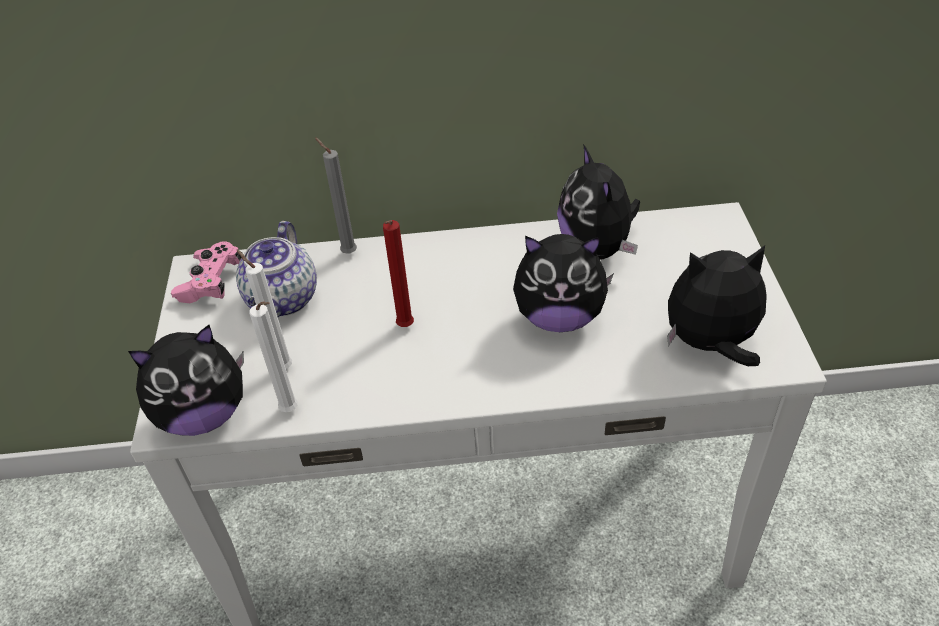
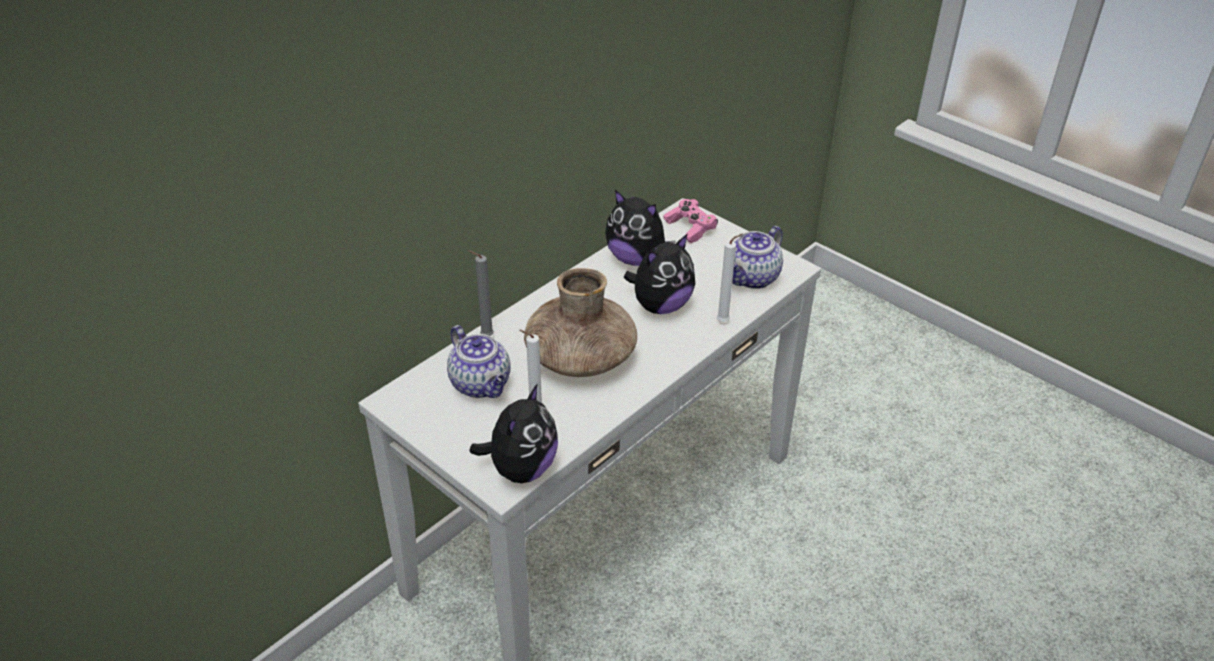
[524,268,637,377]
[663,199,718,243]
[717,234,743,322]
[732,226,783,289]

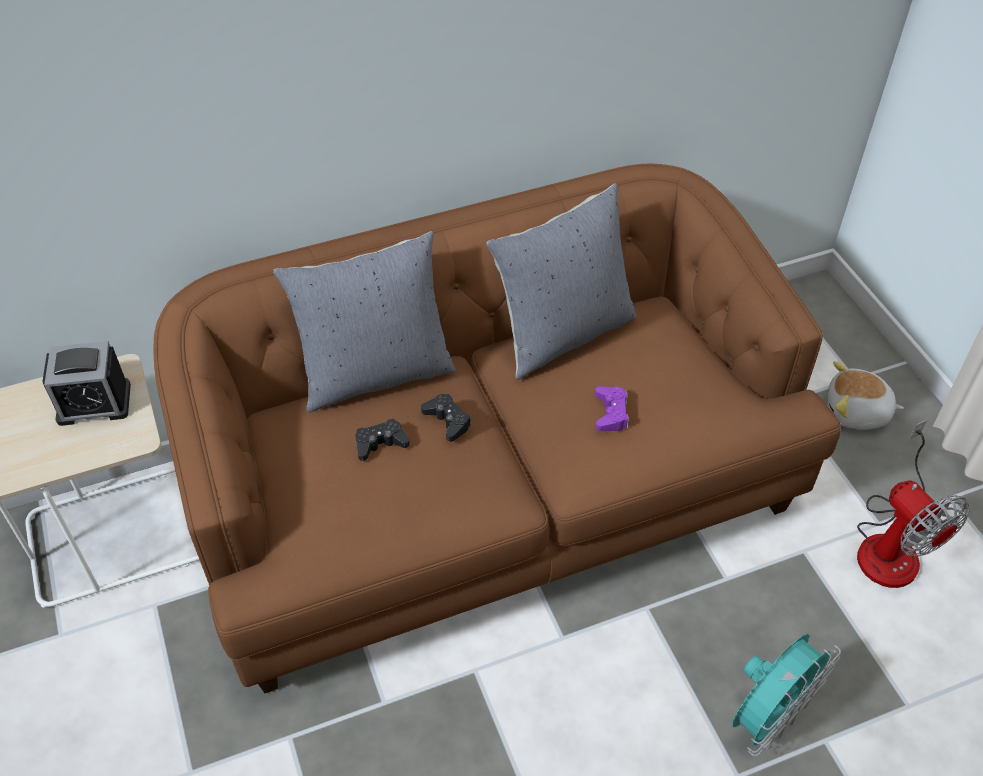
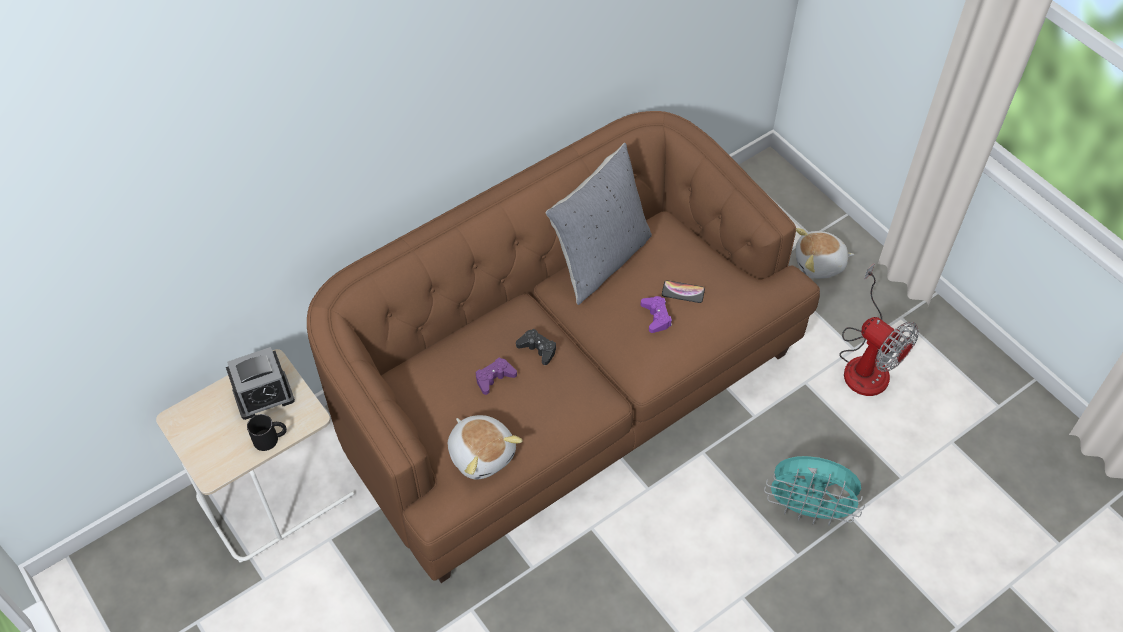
[247,414,287,451]
[448,415,523,480]
[476,357,517,395]
[662,280,705,303]
[764,456,865,526]
[273,231,456,412] (first image)

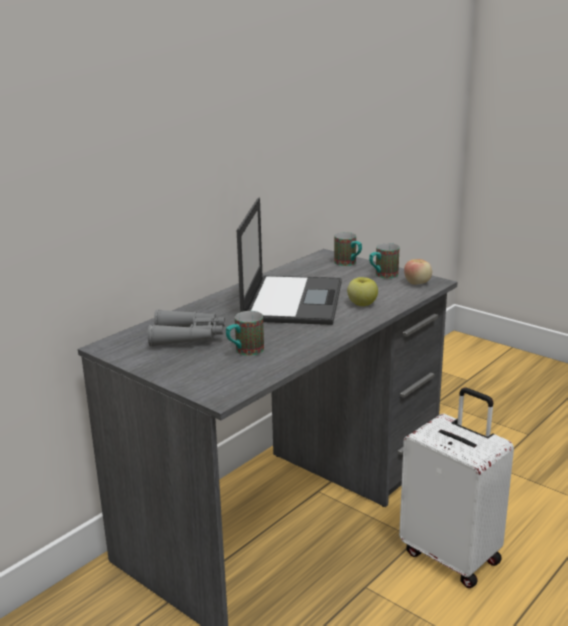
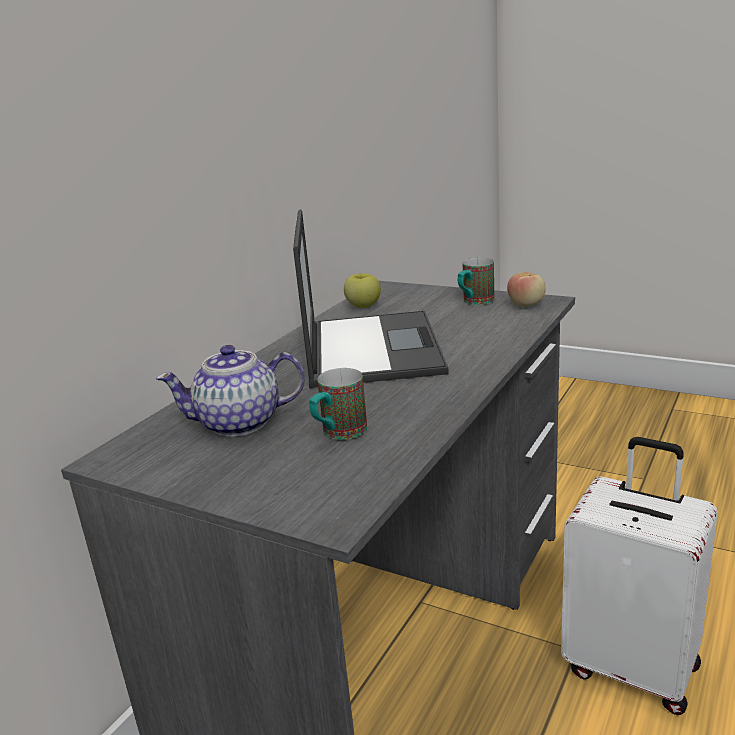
[156,345,305,437]
[344,273,381,308]
[334,232,362,266] (first image)

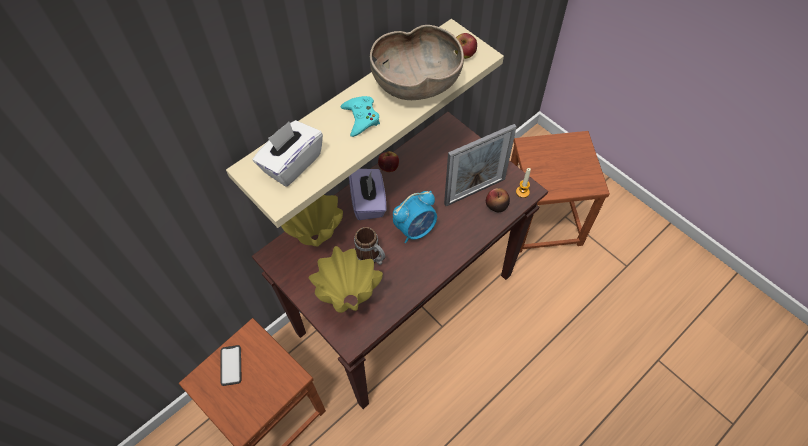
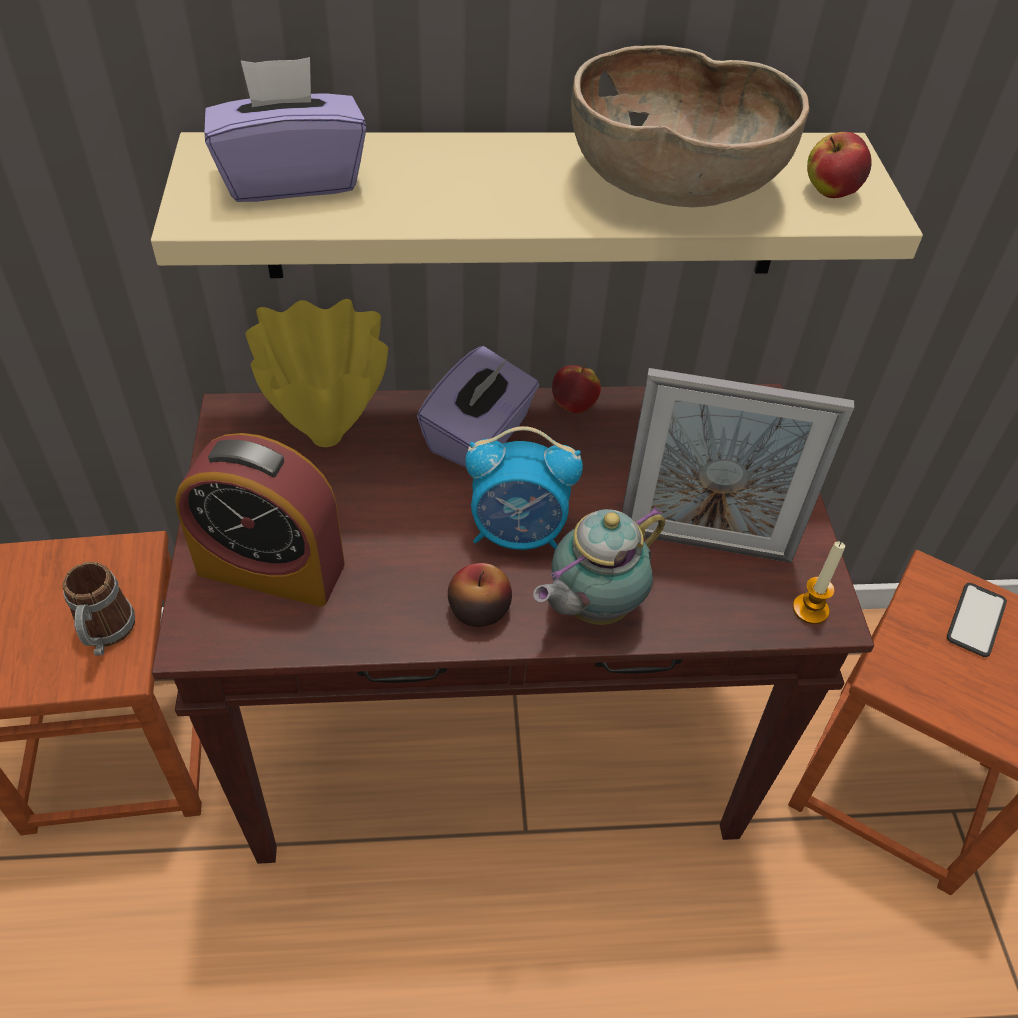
[63,562,135,656]
[175,433,345,607]
[204,57,366,202]
[448,563,512,627]
[533,506,665,625]
[947,583,1007,657]
[341,96,380,137] (first image)

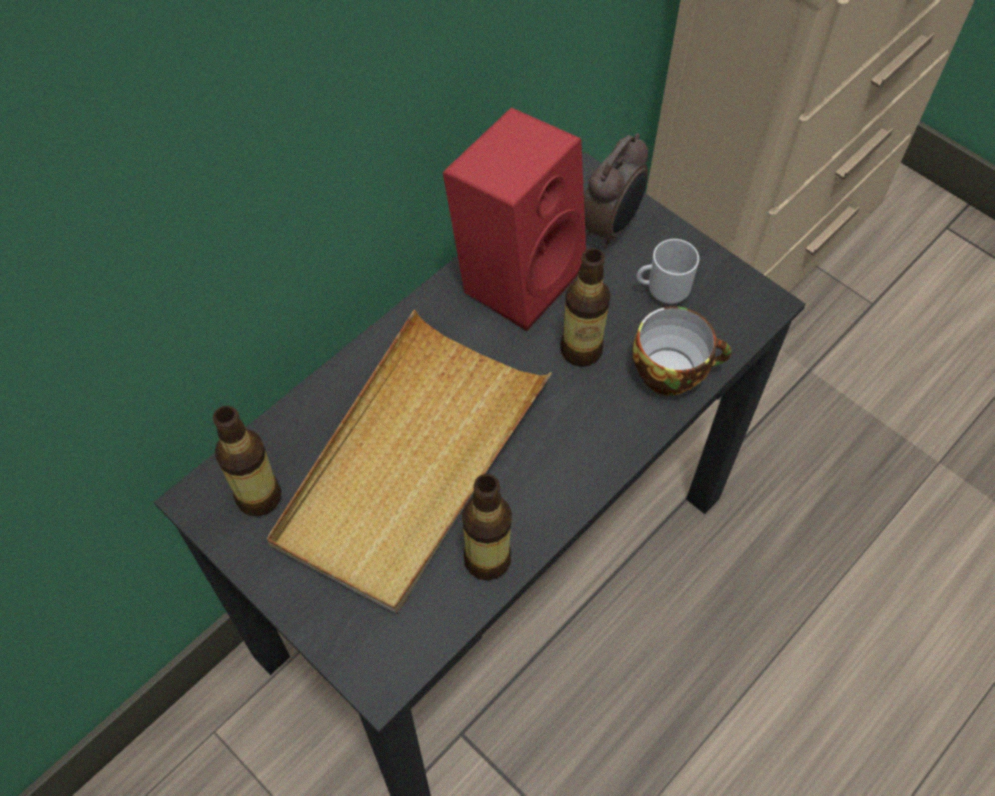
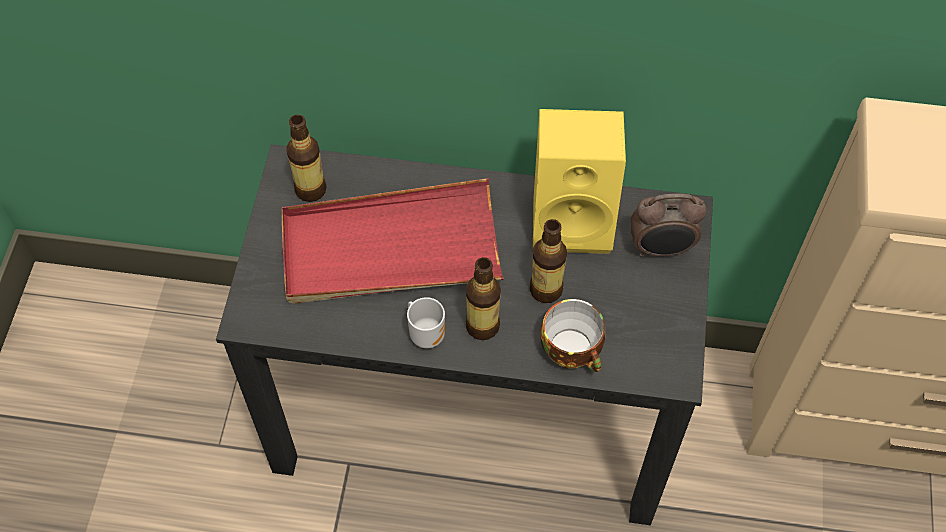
[282,178,504,303]
[407,297,445,348]
[466,257,501,340]
[533,109,626,254]

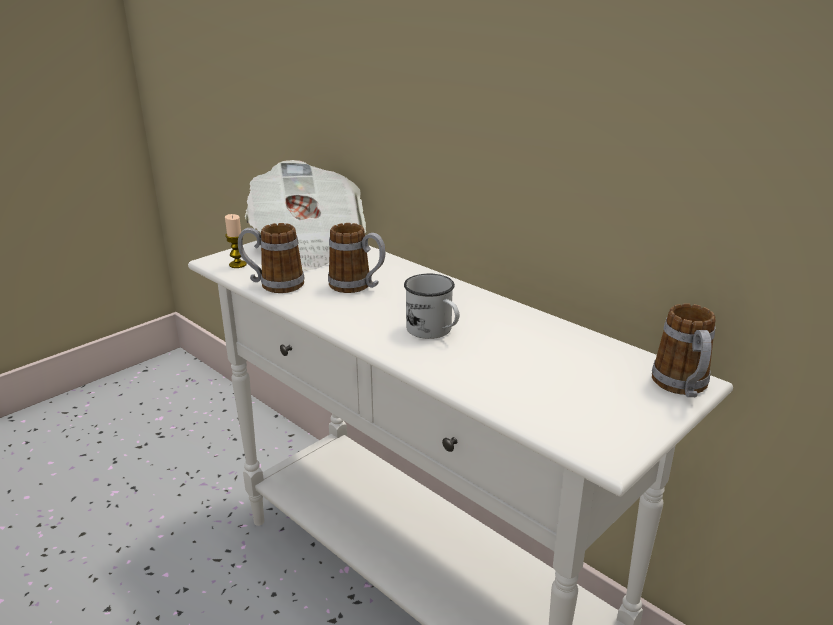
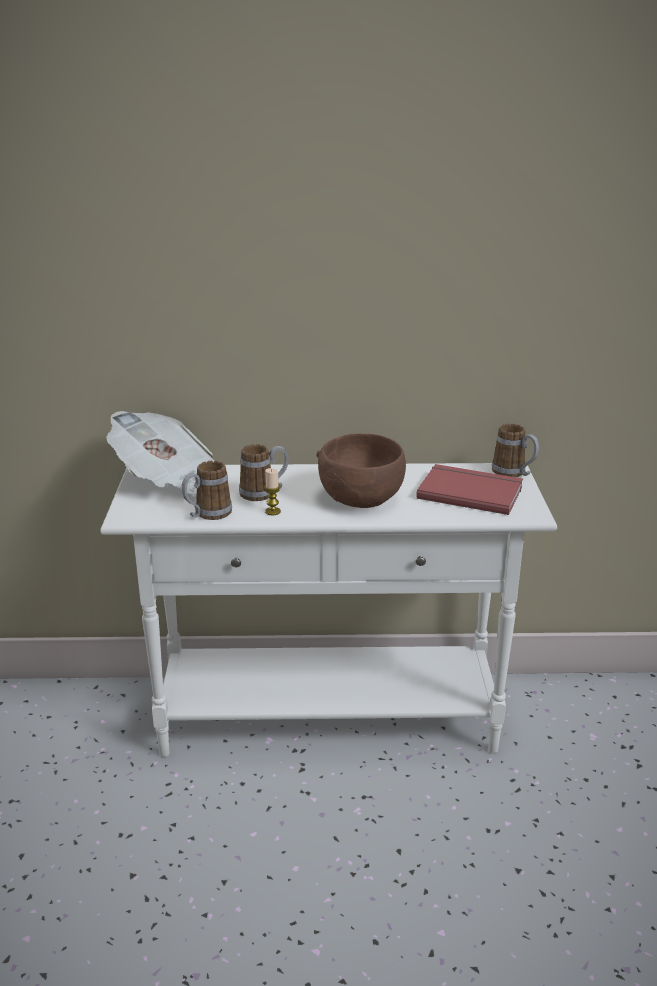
[264,468,281,515]
[316,434,406,508]
[416,464,523,515]

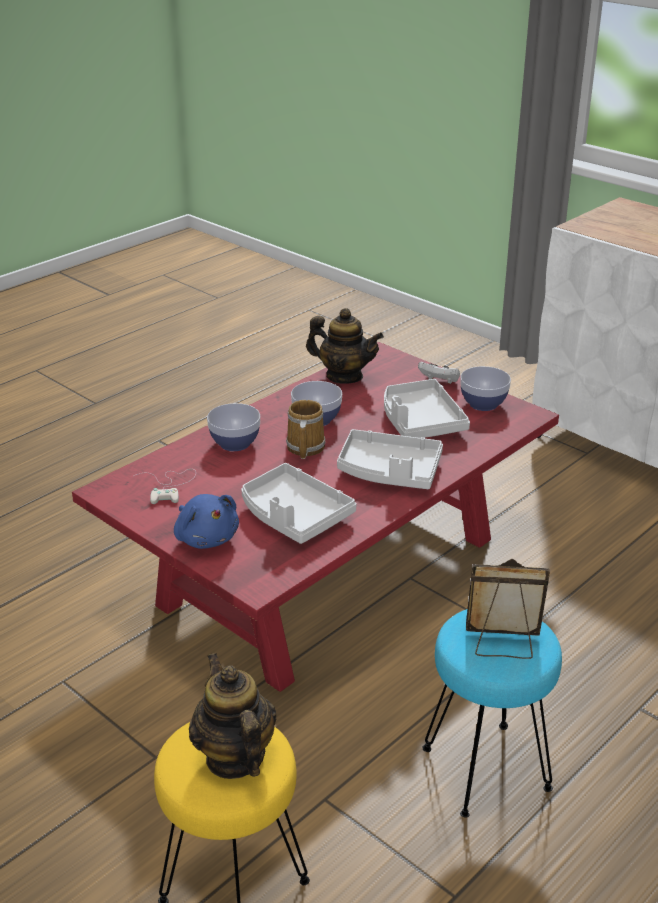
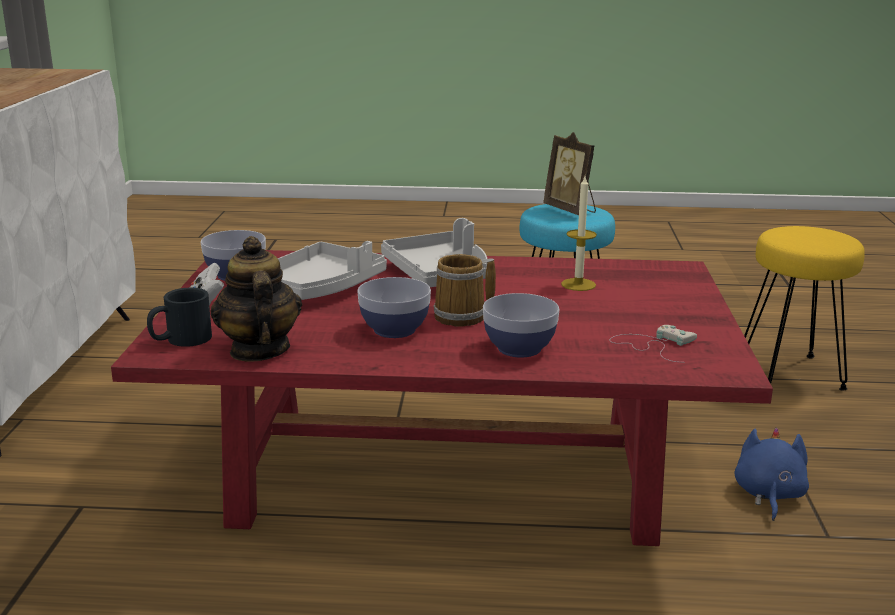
[147,288,212,347]
[561,176,597,291]
[735,428,809,521]
[189,653,277,779] (first image)

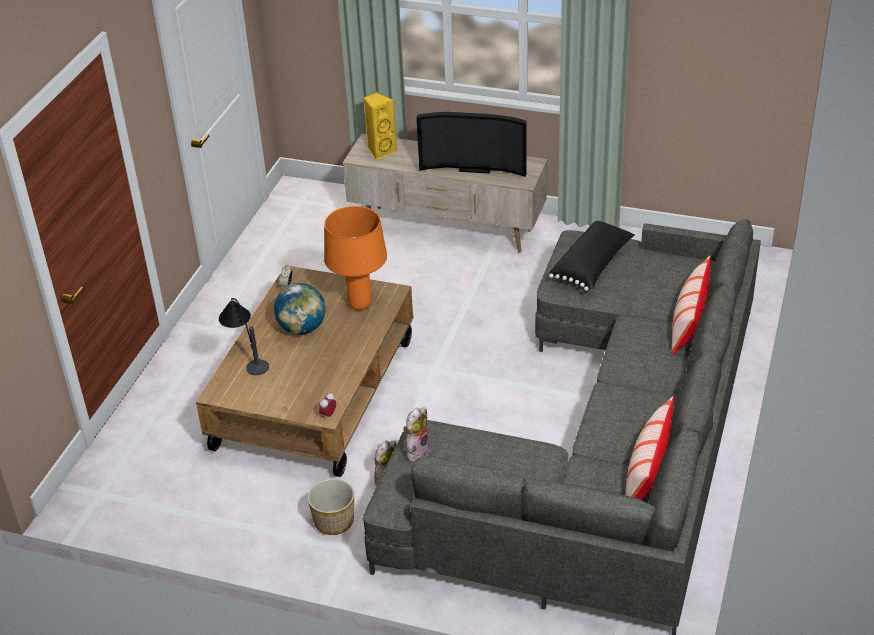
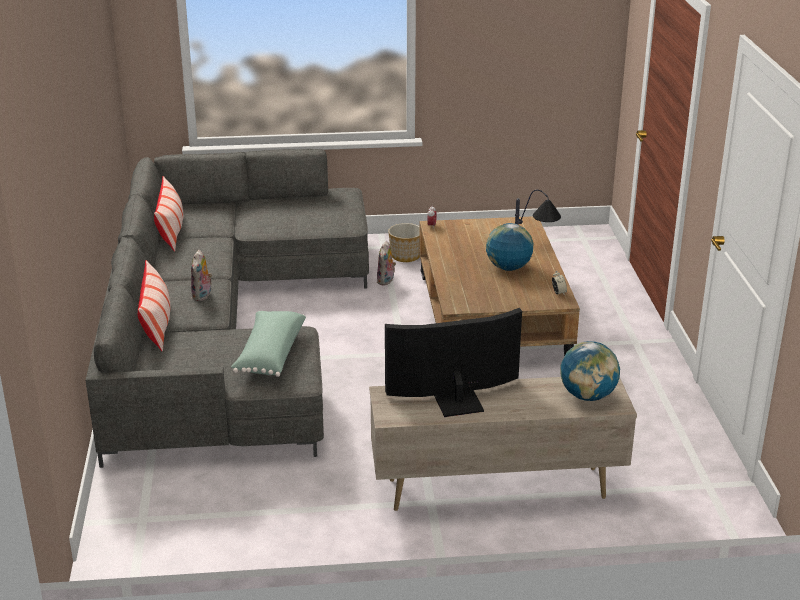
[191,250,212,301]
[231,311,306,377]
[560,341,620,401]
[324,206,387,310] (first image)

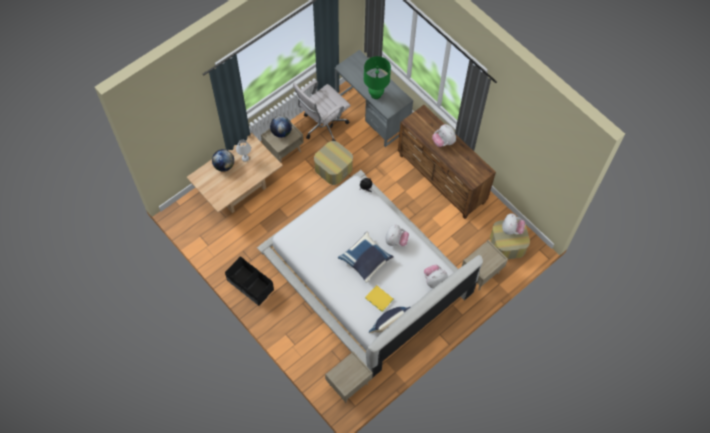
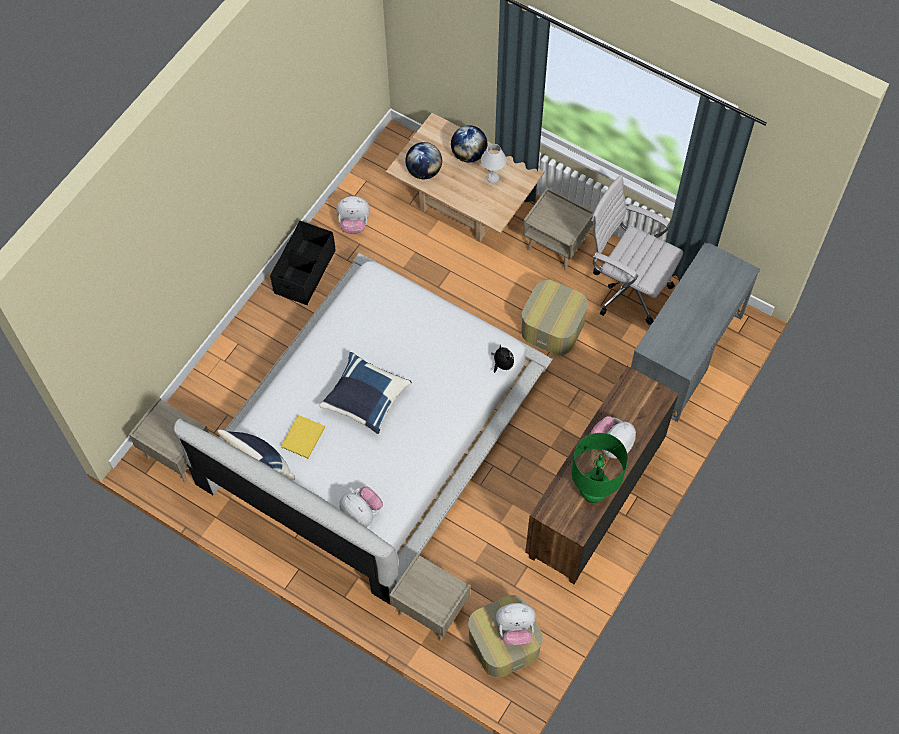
[336,196,370,234]
[405,142,442,179]
[571,433,628,503]

